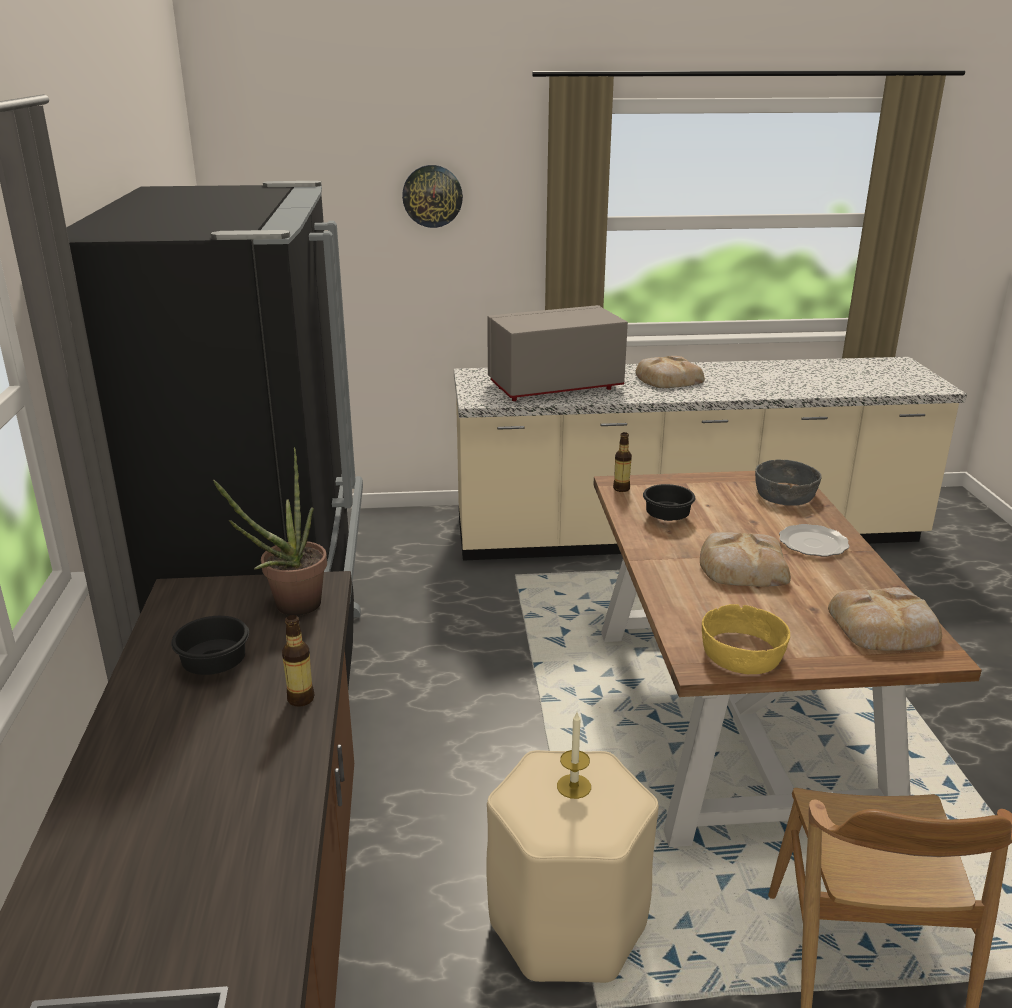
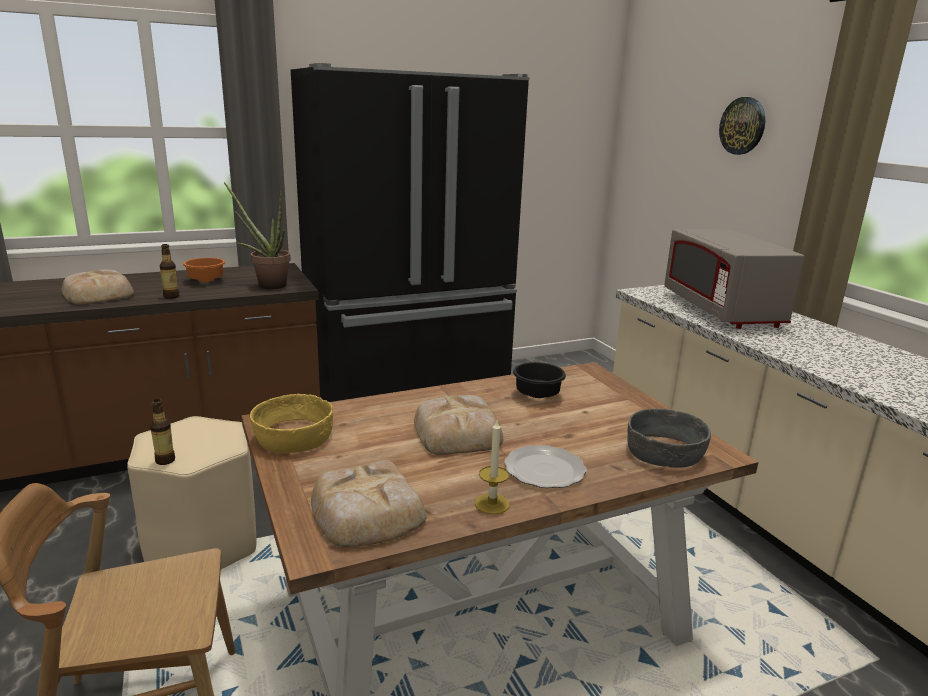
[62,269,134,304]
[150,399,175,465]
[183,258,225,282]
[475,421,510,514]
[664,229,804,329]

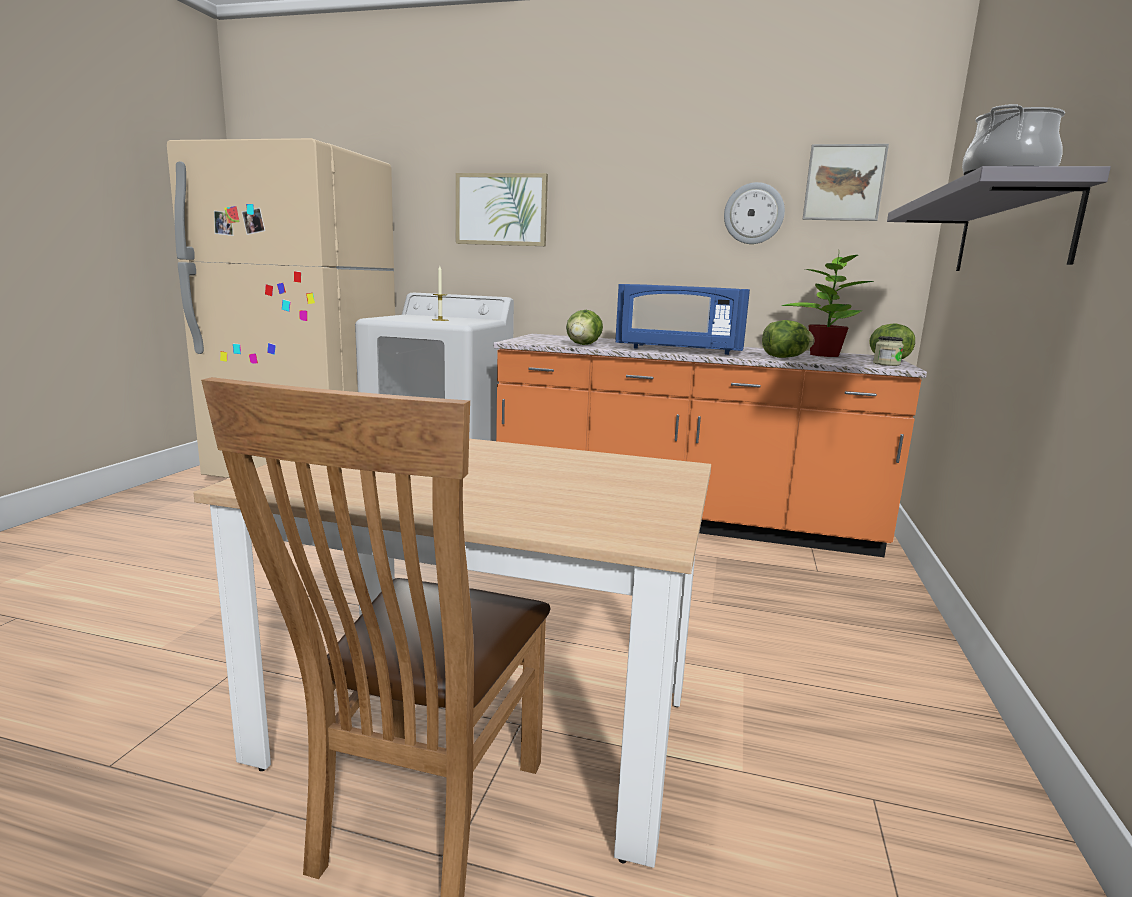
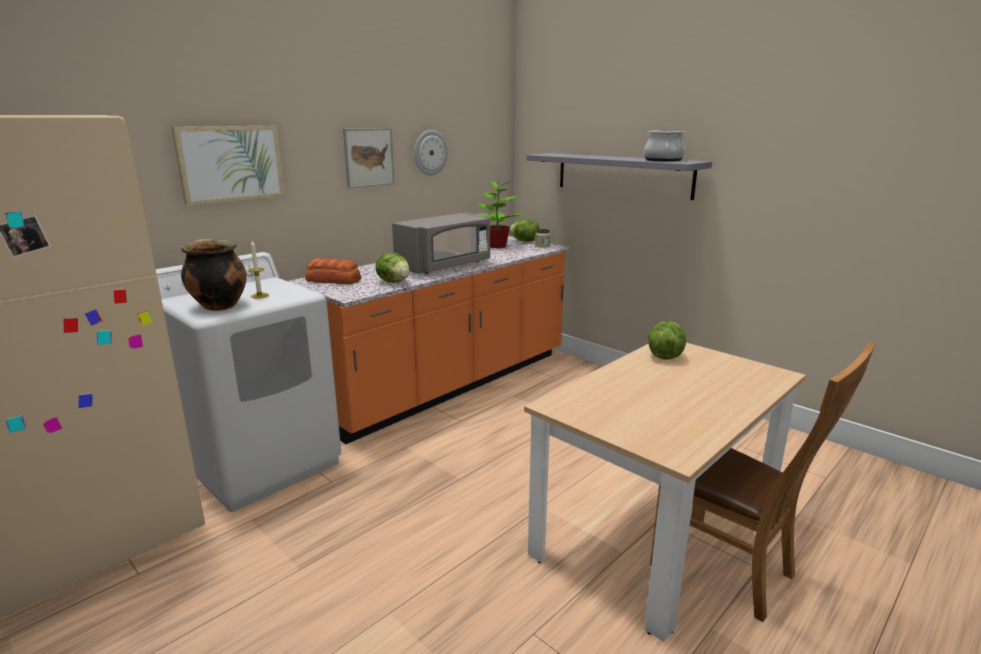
[181,239,247,311]
[305,258,361,284]
[343,128,395,188]
[392,212,490,274]
[648,321,686,360]

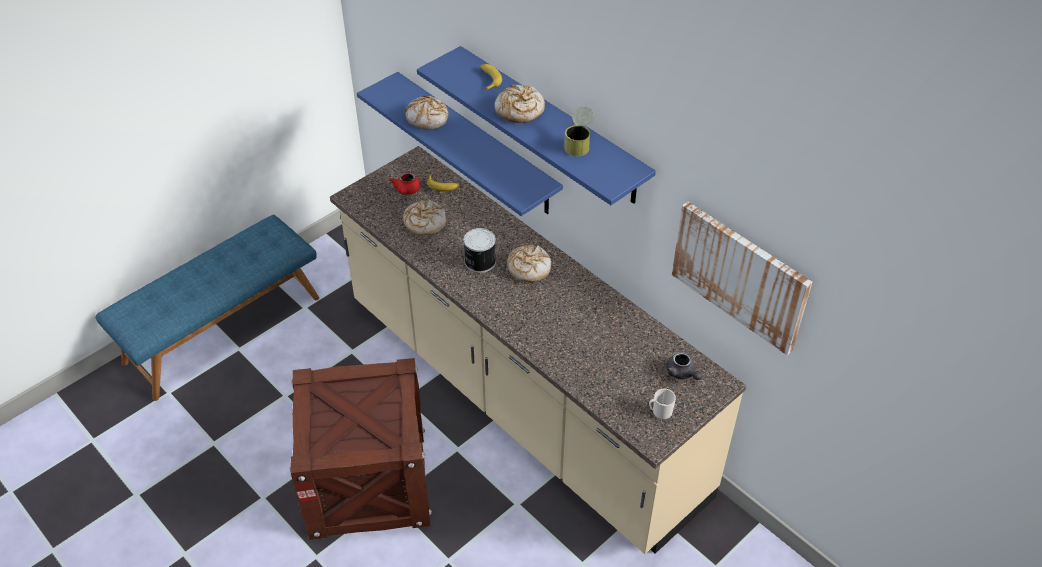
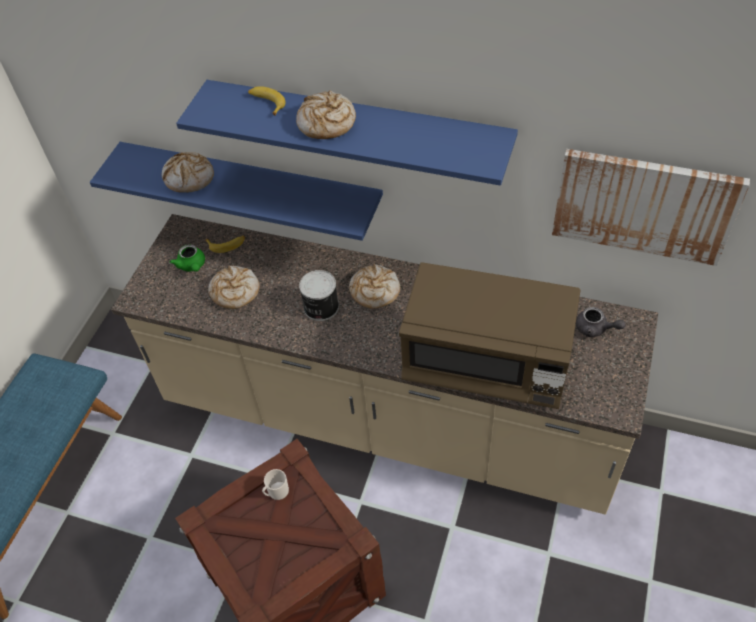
[170,244,205,272]
[262,469,289,500]
[399,262,580,409]
[564,107,594,156] (first image)

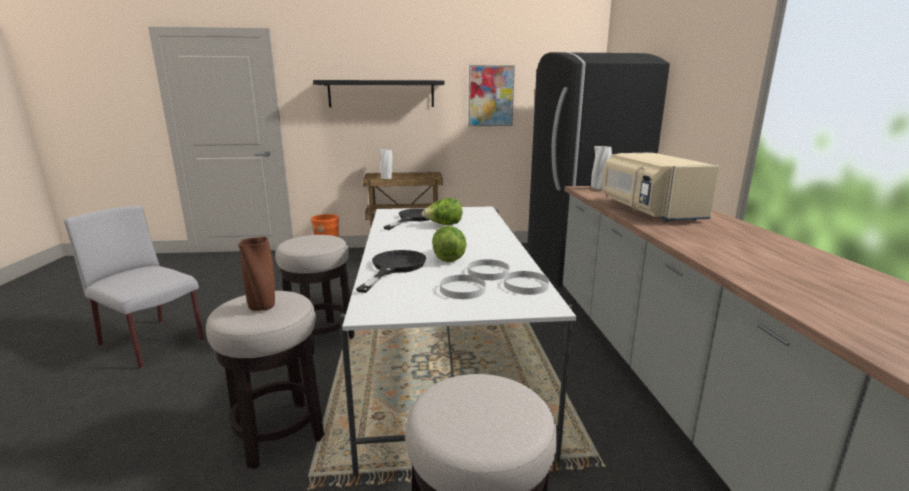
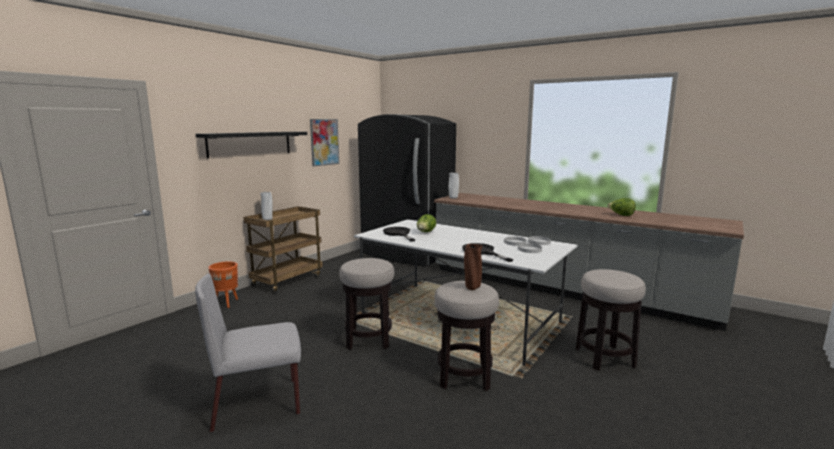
[607,198,636,216]
[603,152,719,222] (first image)

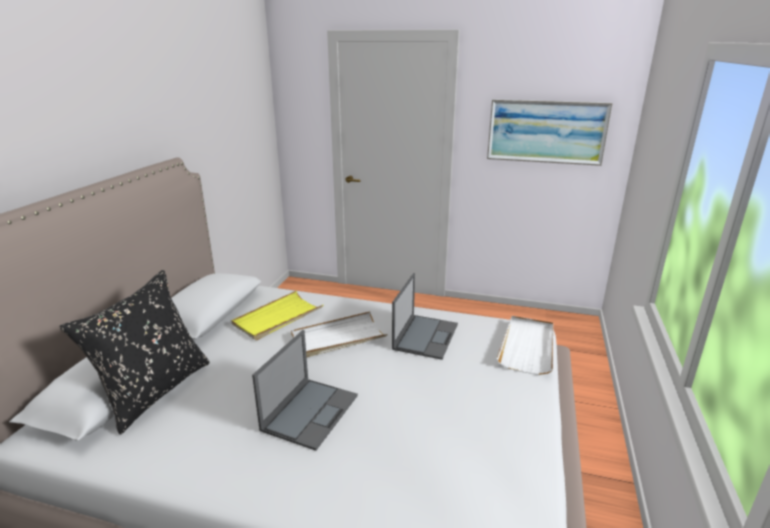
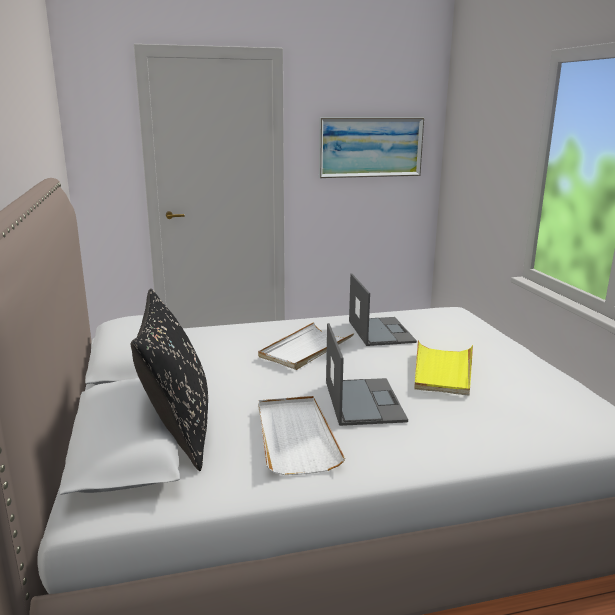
[258,396,345,475]
[414,340,473,396]

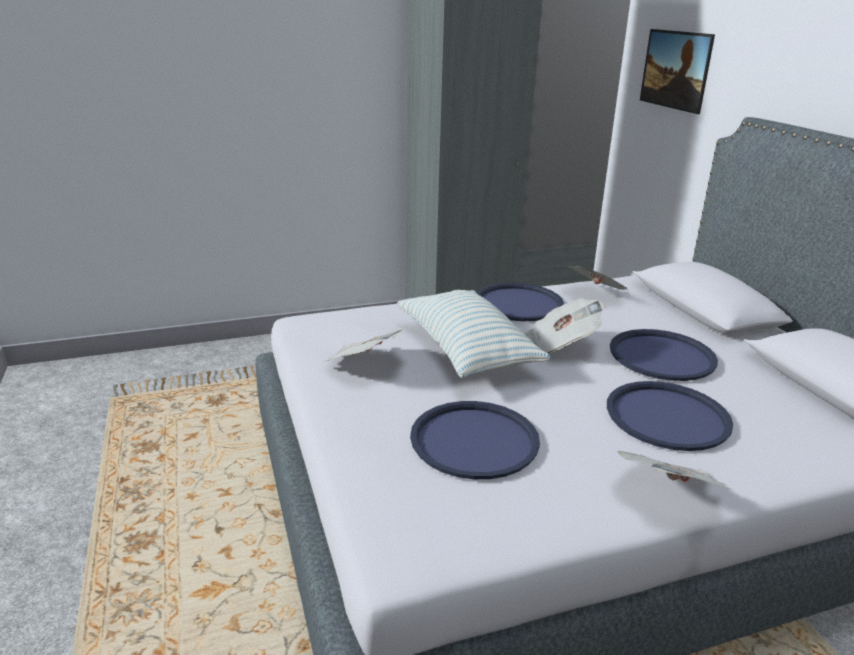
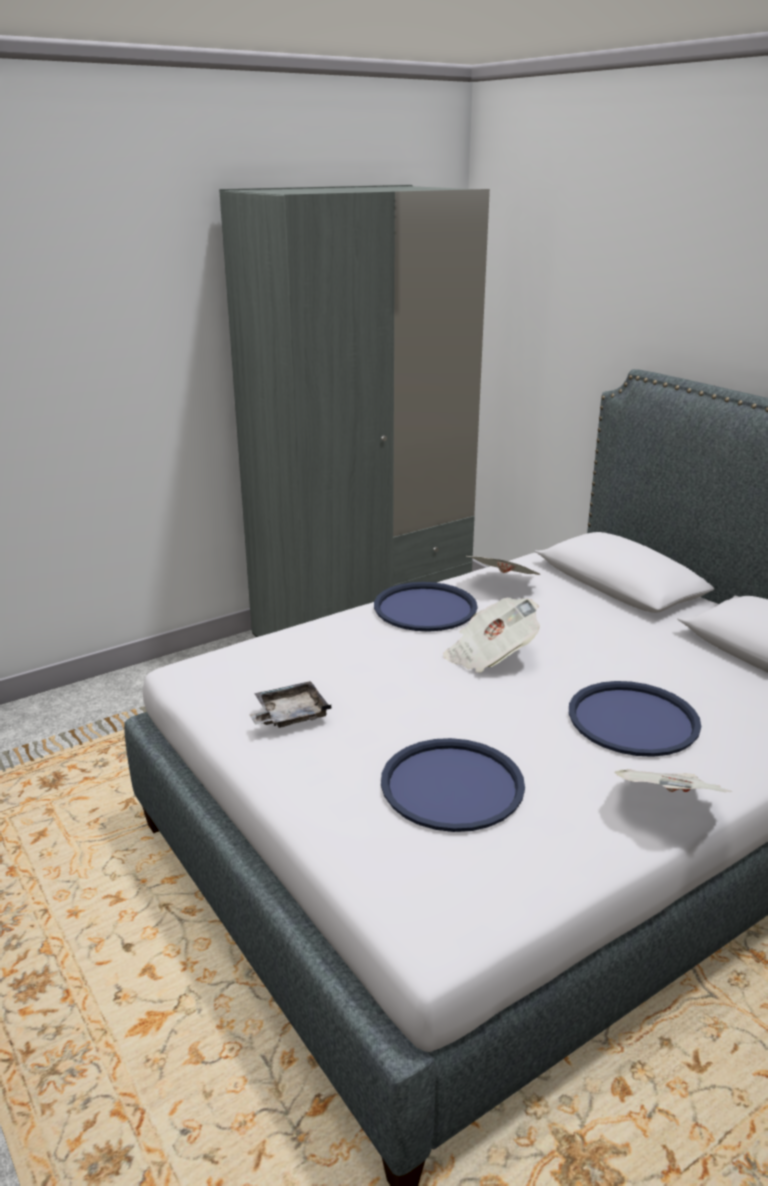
[250,681,331,728]
[397,290,551,378] (first image)
[610,329,718,381] (first image)
[640,29,715,114] (first image)

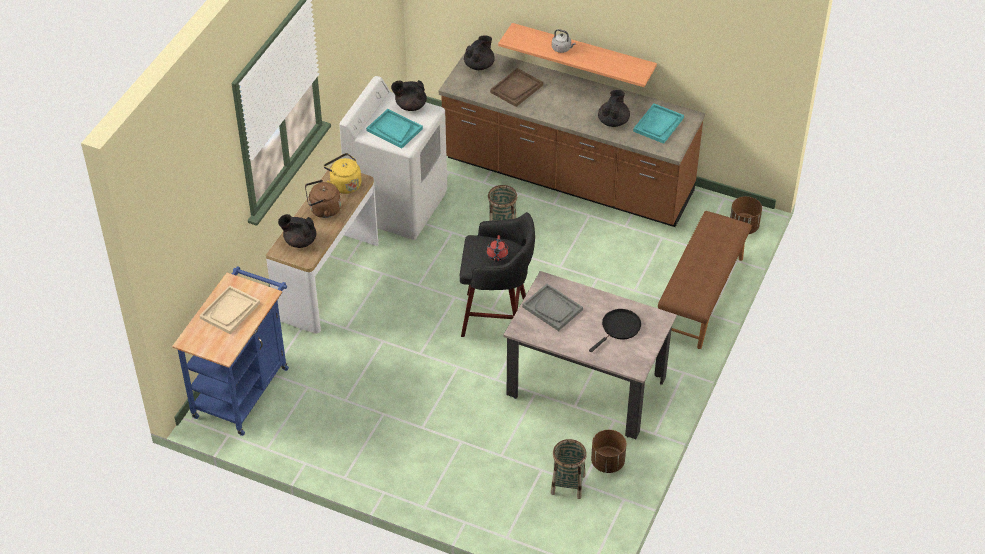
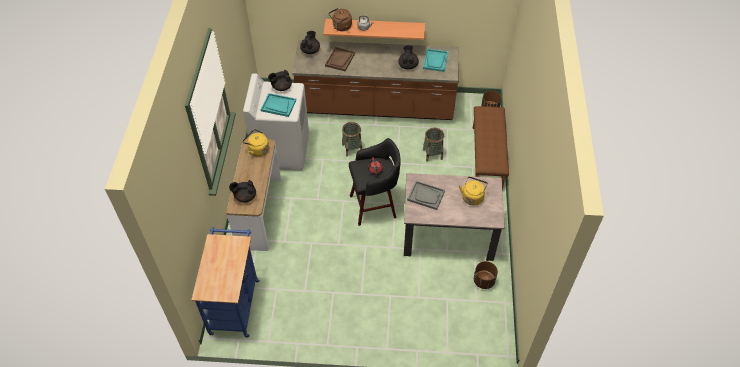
[329,8,352,31]
[423,128,444,162]
[459,177,488,206]
[200,285,260,334] (first image)

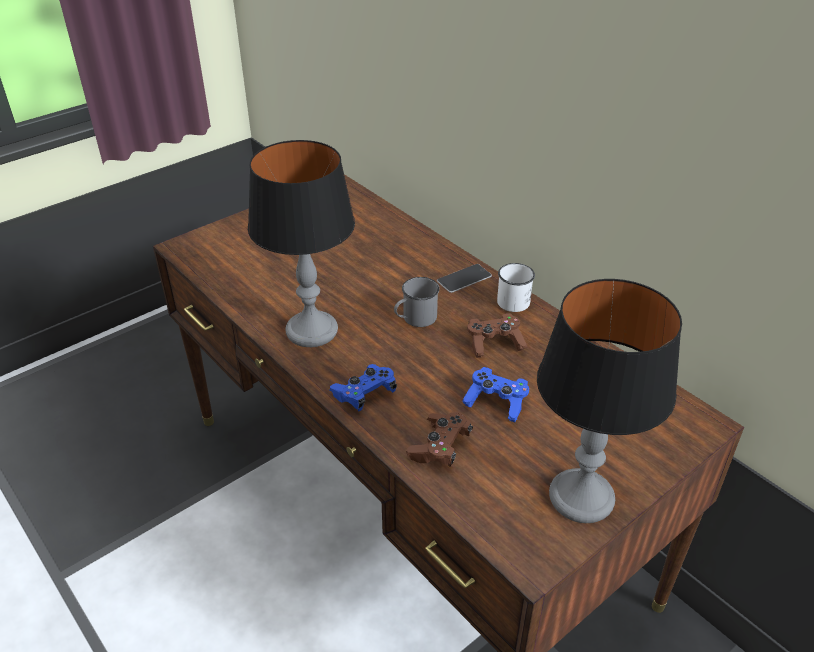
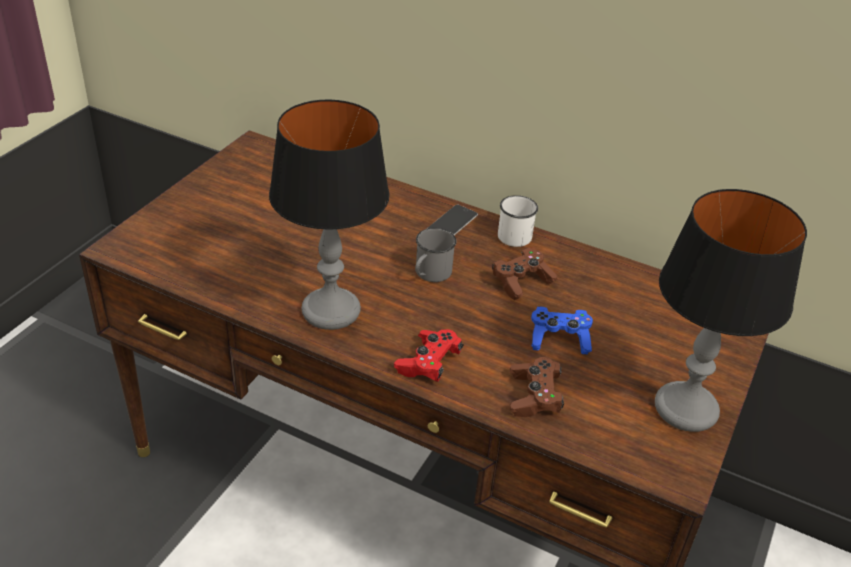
[394,329,464,382]

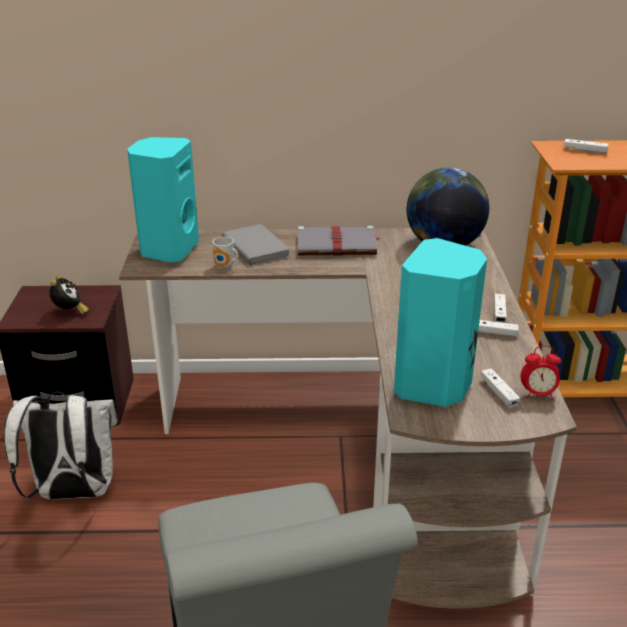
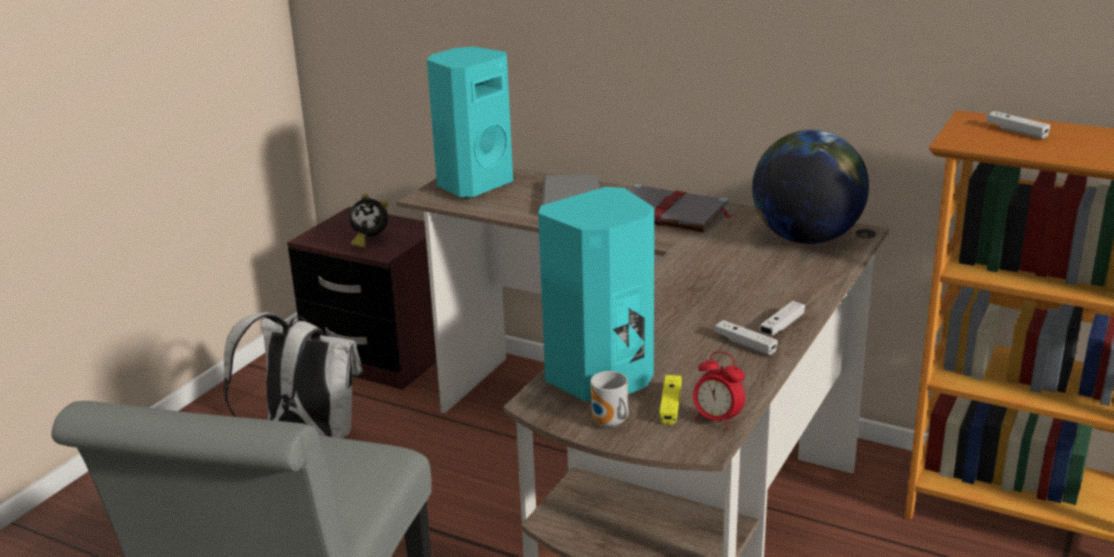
[349,194,388,249]
[590,371,629,428]
[659,375,682,425]

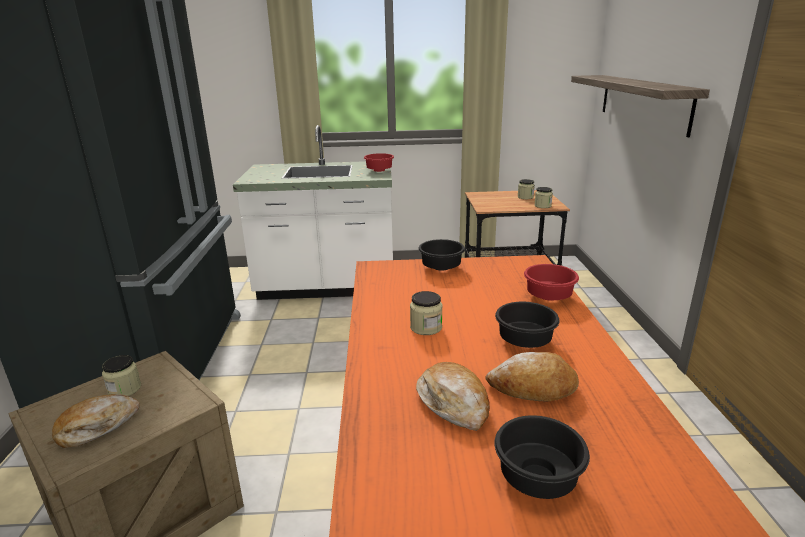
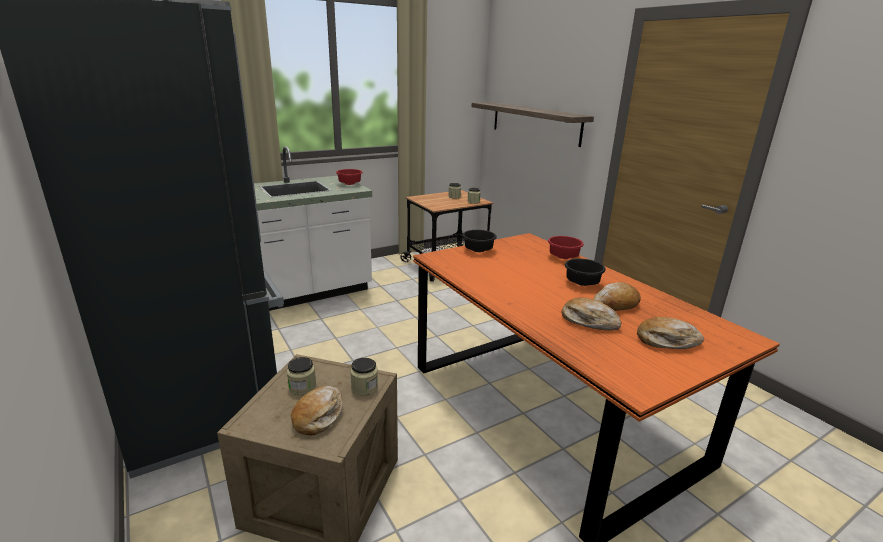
[350,358,378,396]
[637,317,704,349]

